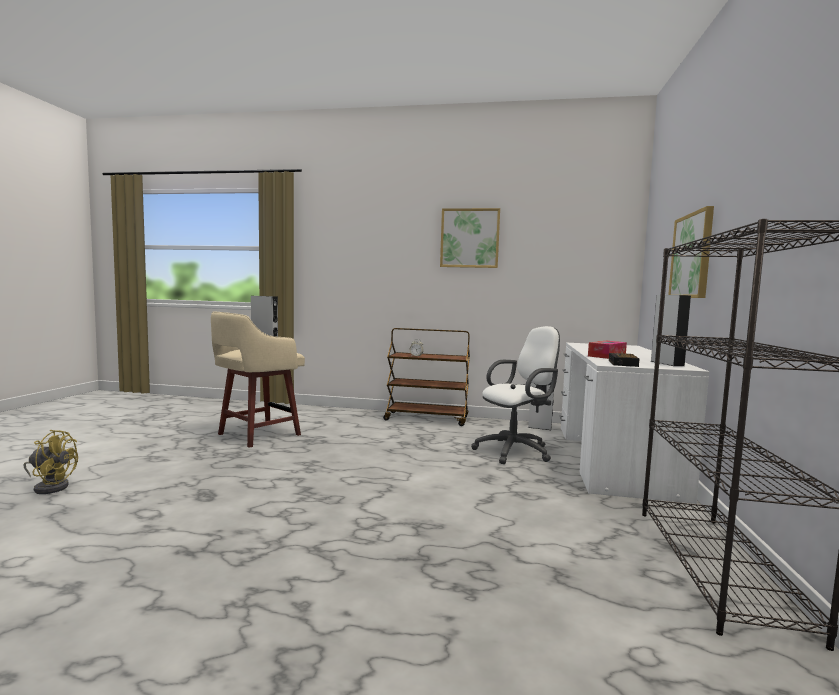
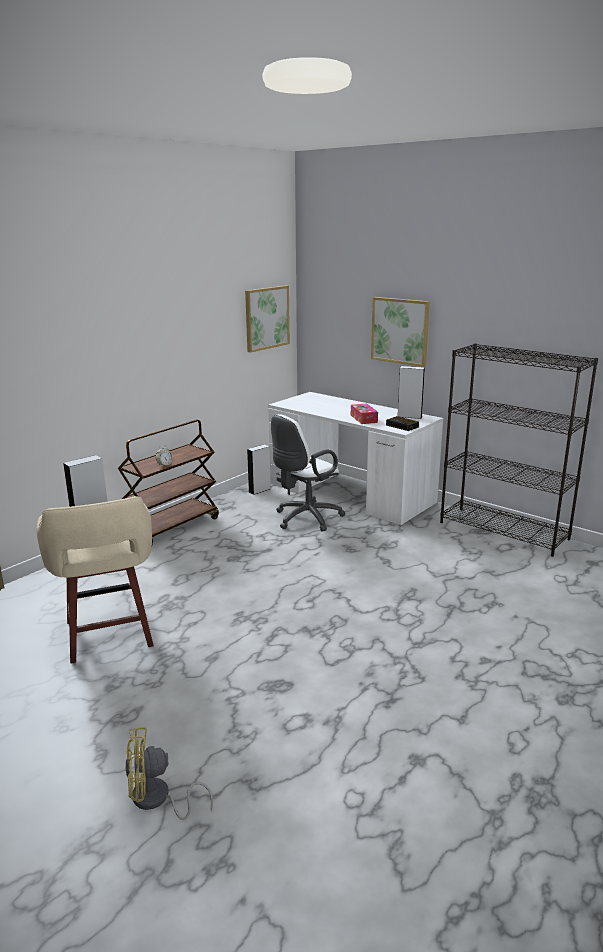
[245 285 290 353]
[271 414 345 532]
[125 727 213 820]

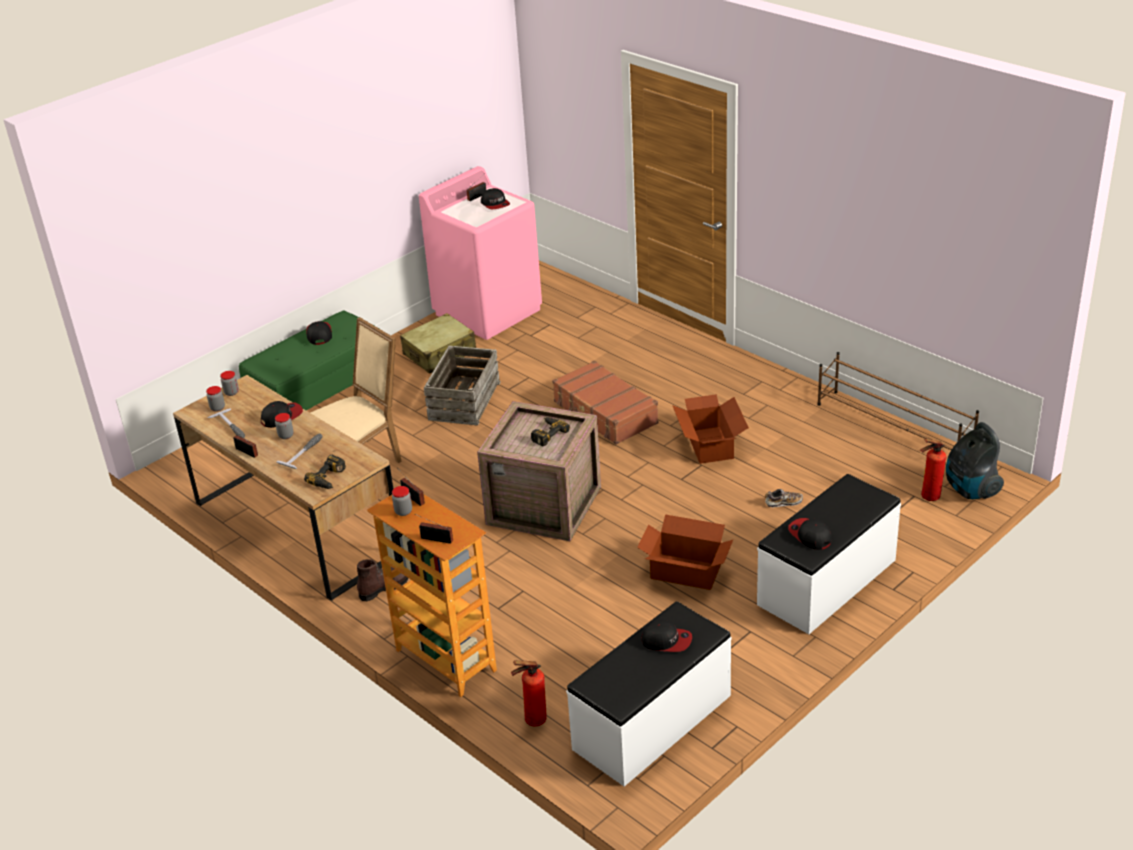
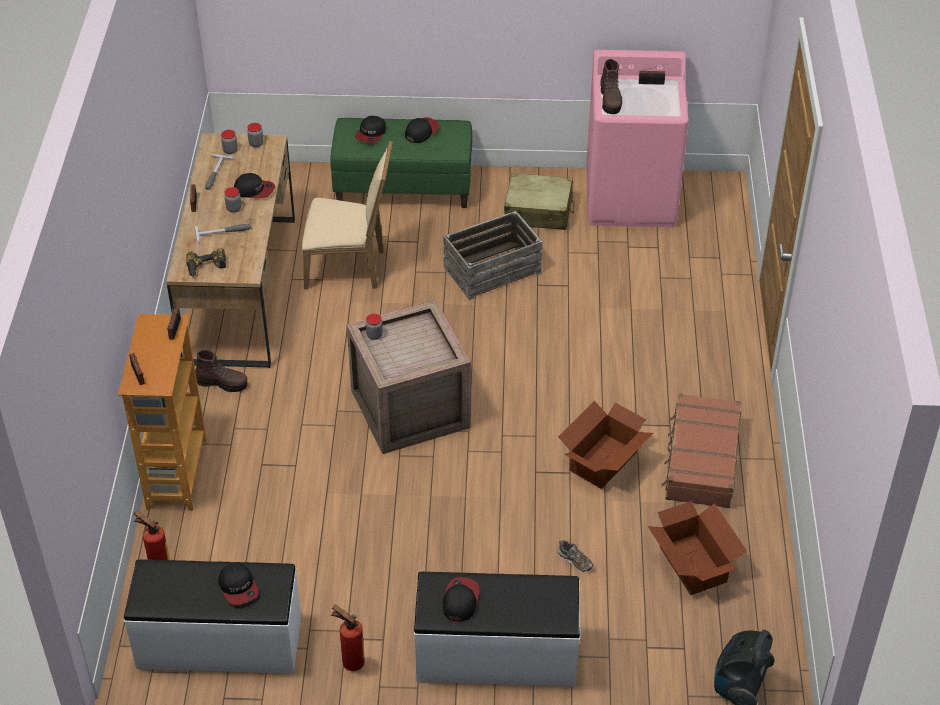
[355 116 386 143]
[817 352 979 450] (first image)
[661 394 741 508]
[531 417 570 446] (first image)
[331 605 365 671]
[366 314 383 340]
[648 501 747 595]
[600 59 622 114]

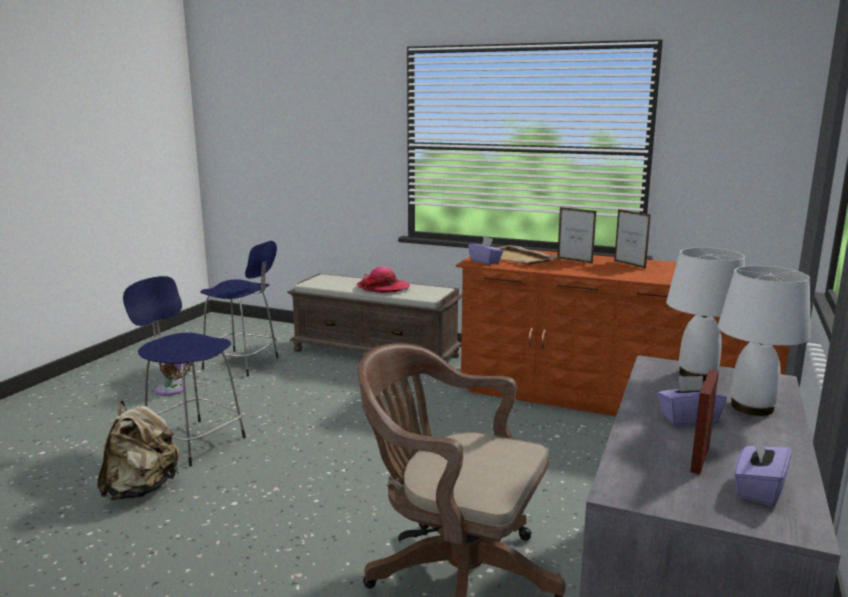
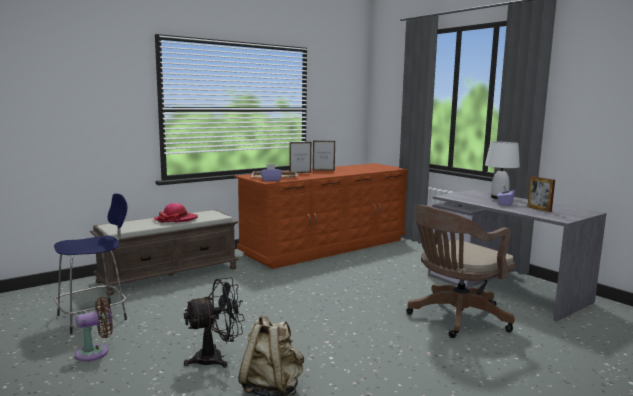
[666 248 745 381] (first image)
[184 277 245 368]
[734 434 792 507] (first image)

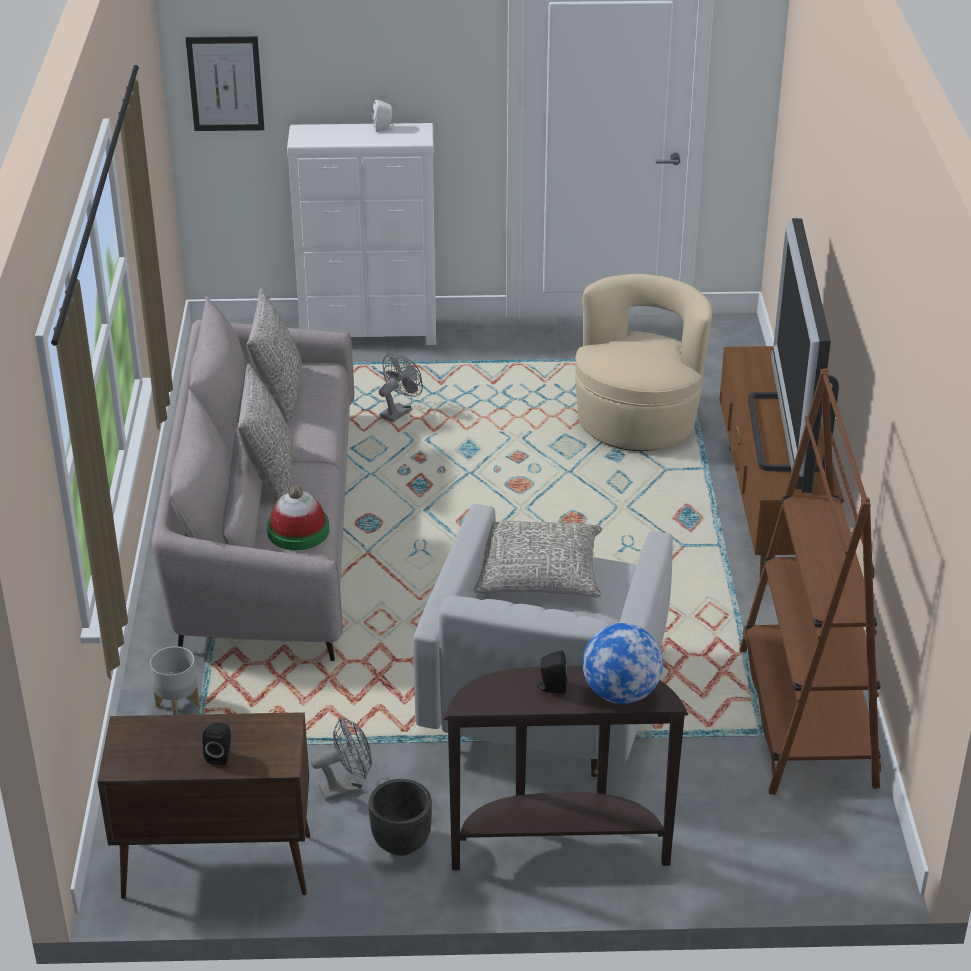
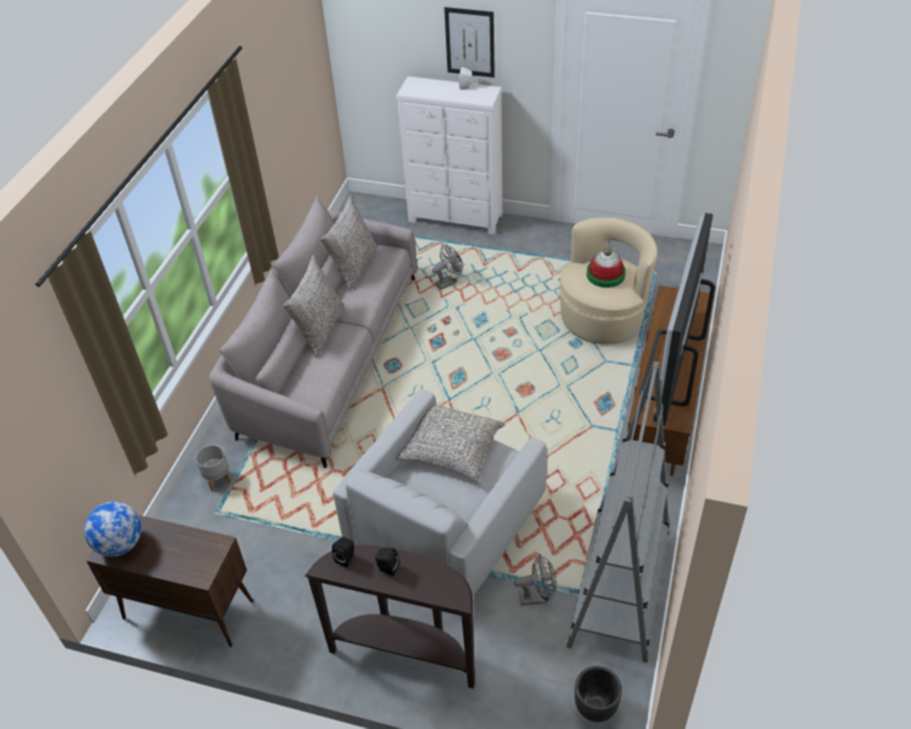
[444 7 495 78]
[566 362 670 663]
[587 247 626 288]
[84 502 141 557]
[514 554 556 606]
[332 537 354 567]
[575 666 622 722]

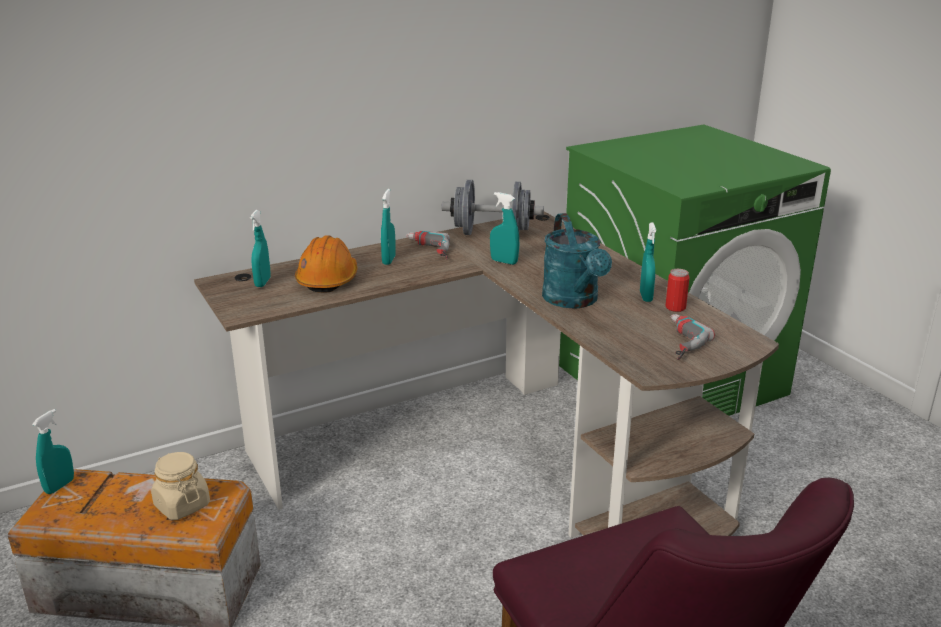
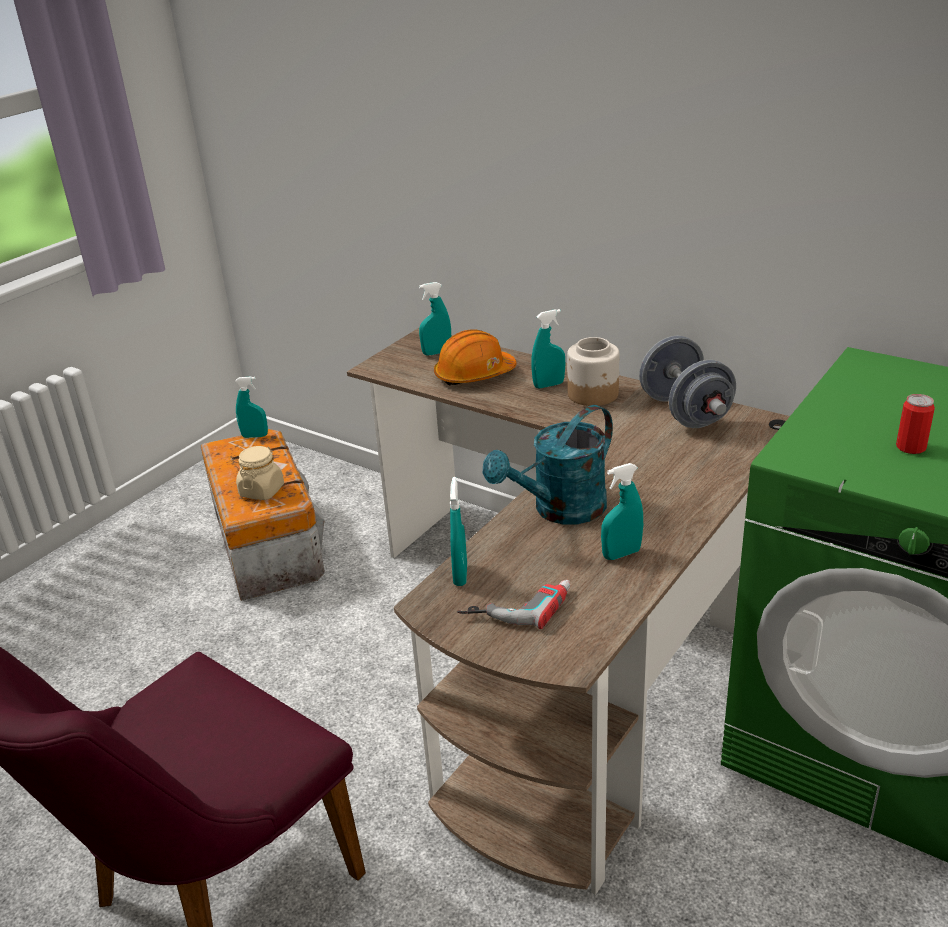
[450 477 467 586]
[567 337 619 406]
[896 394 935 454]

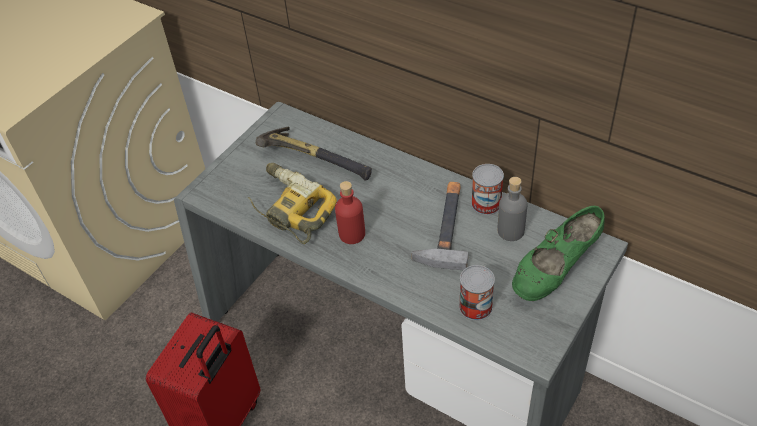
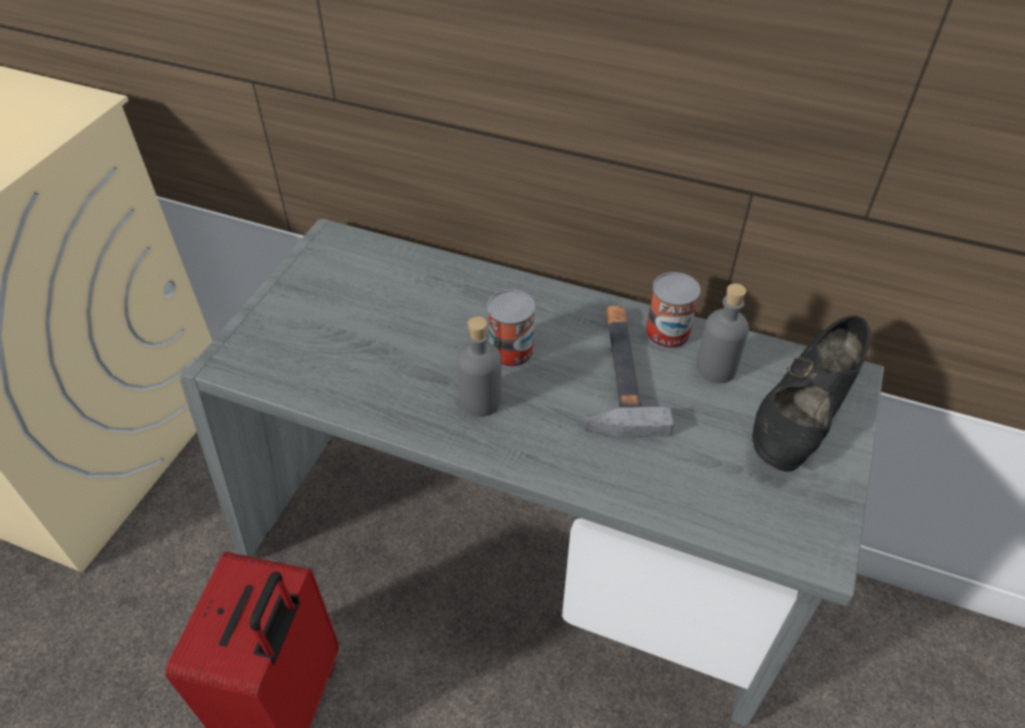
[256 127 372 181] (first image)
[248 163 337 244] (first image)
[457 316 502 417]
[752 315 871 471]
[487 289 535 368]

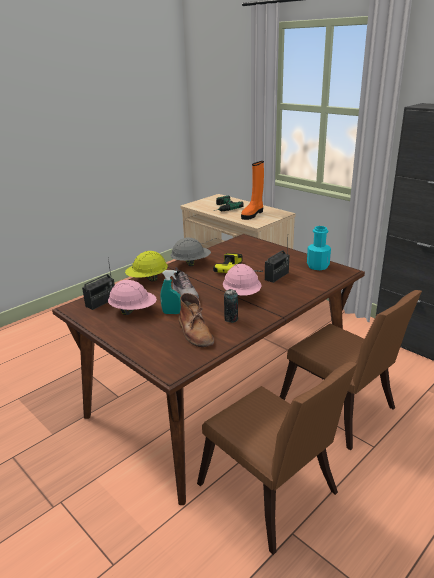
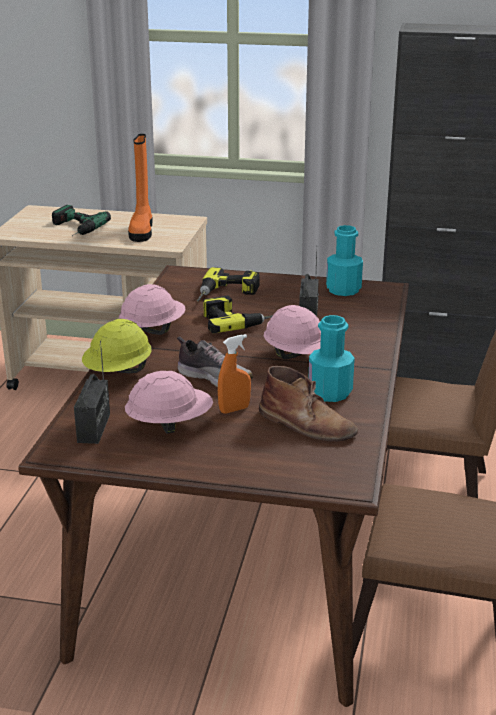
[119 284 186 335]
[218 334 251 413]
[309 315 355 402]
[197 267 260 302]

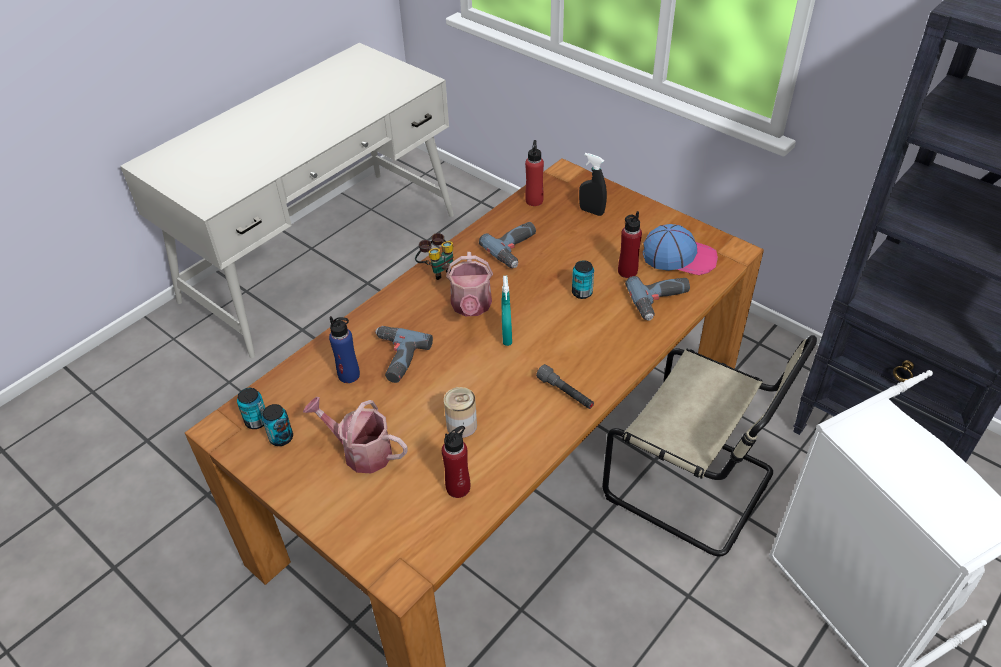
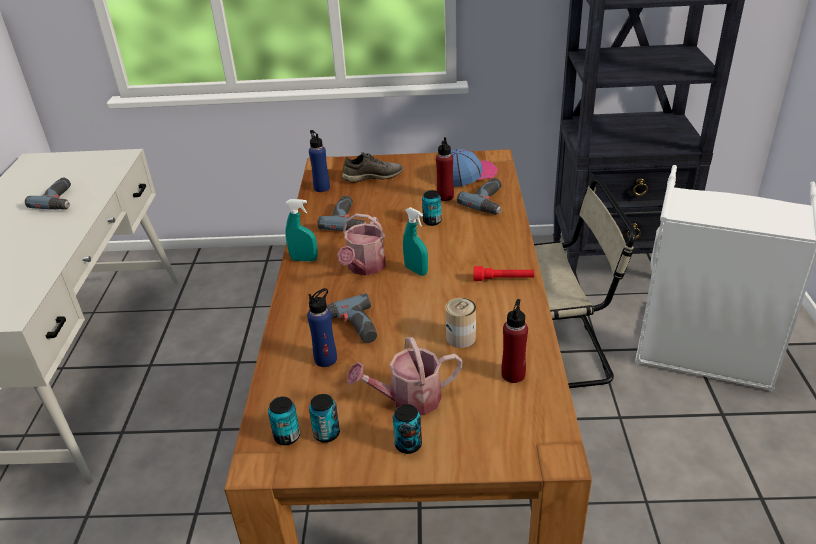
[309 130 330 192]
[342 152 403 183]
[285 199 318 262]
[337 213 386 275]
[474 266 534 281]
[25 178 71 210]
[392 404 422 454]

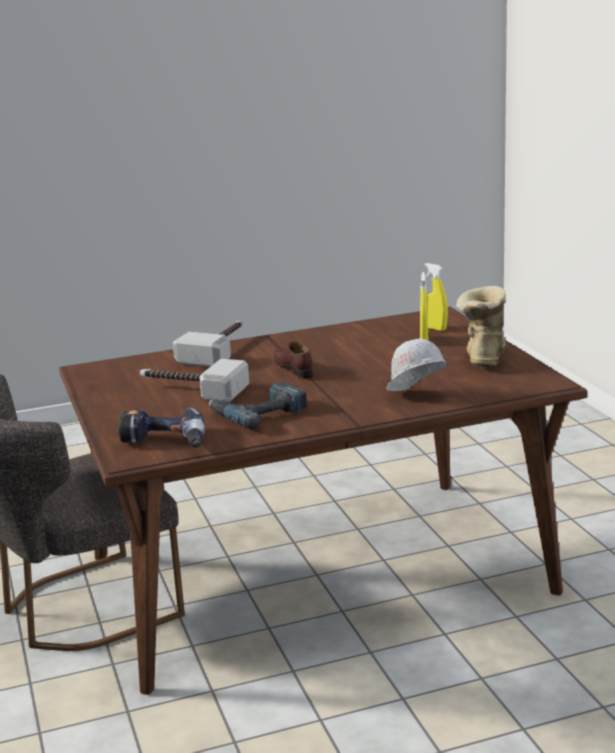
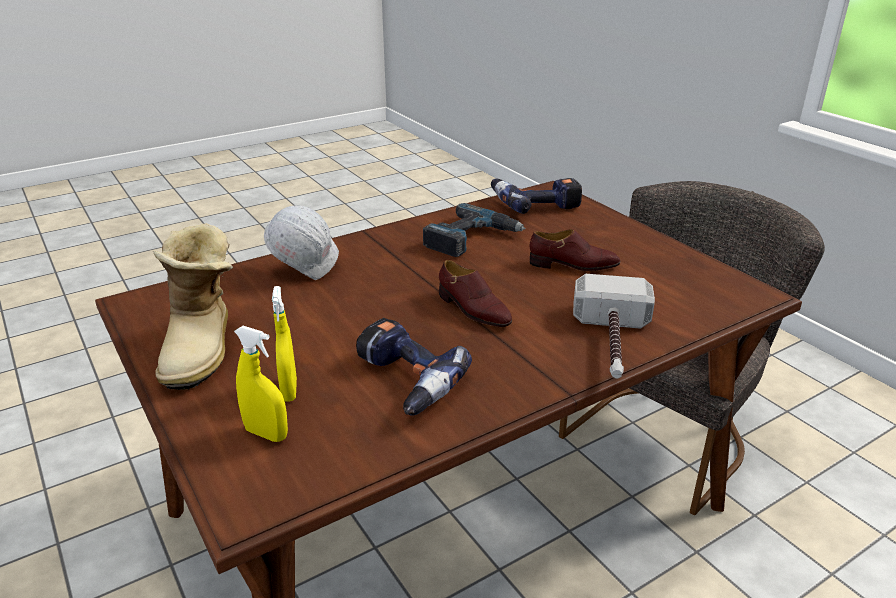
[529 229 621 271]
[356 318 472 416]

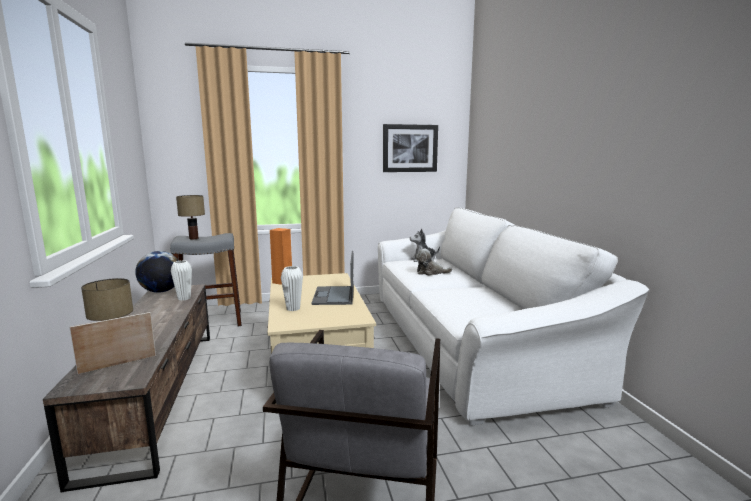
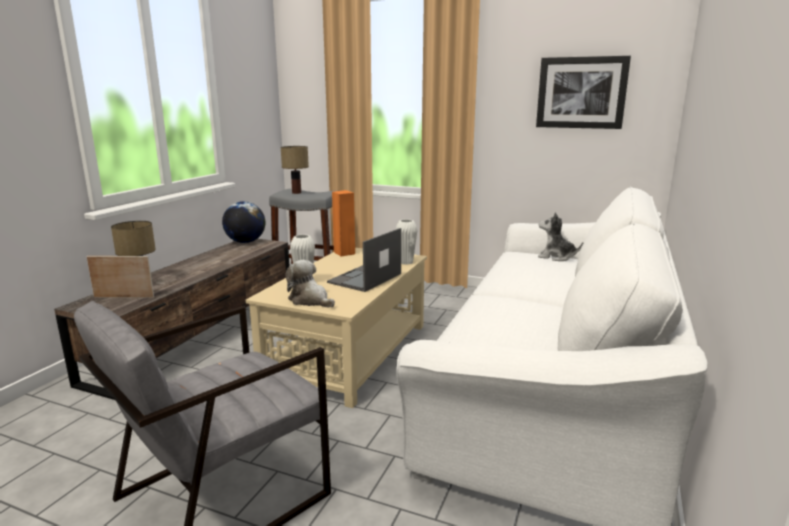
[285 260 335 307]
[396 219 417 265]

